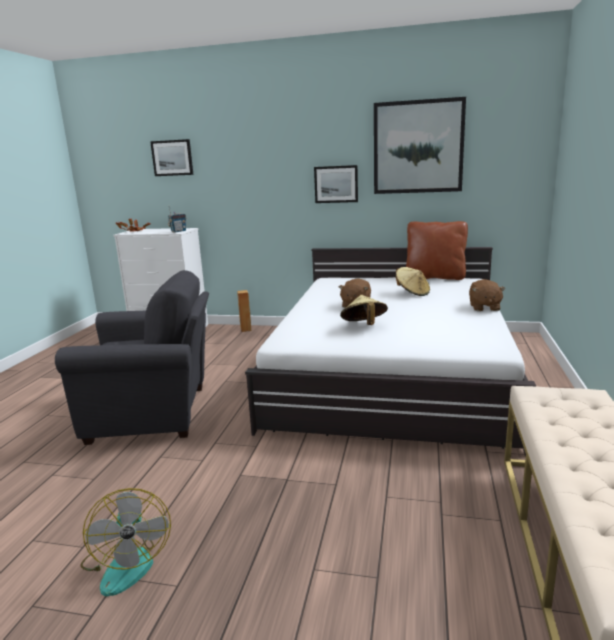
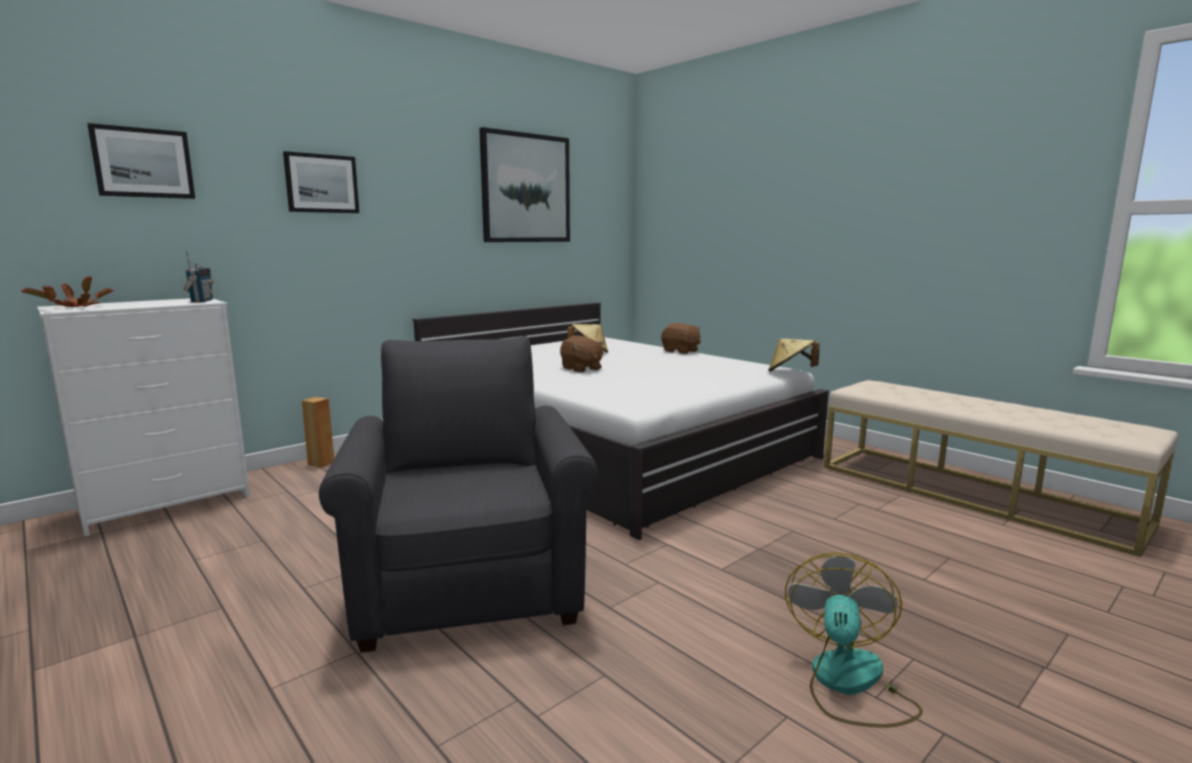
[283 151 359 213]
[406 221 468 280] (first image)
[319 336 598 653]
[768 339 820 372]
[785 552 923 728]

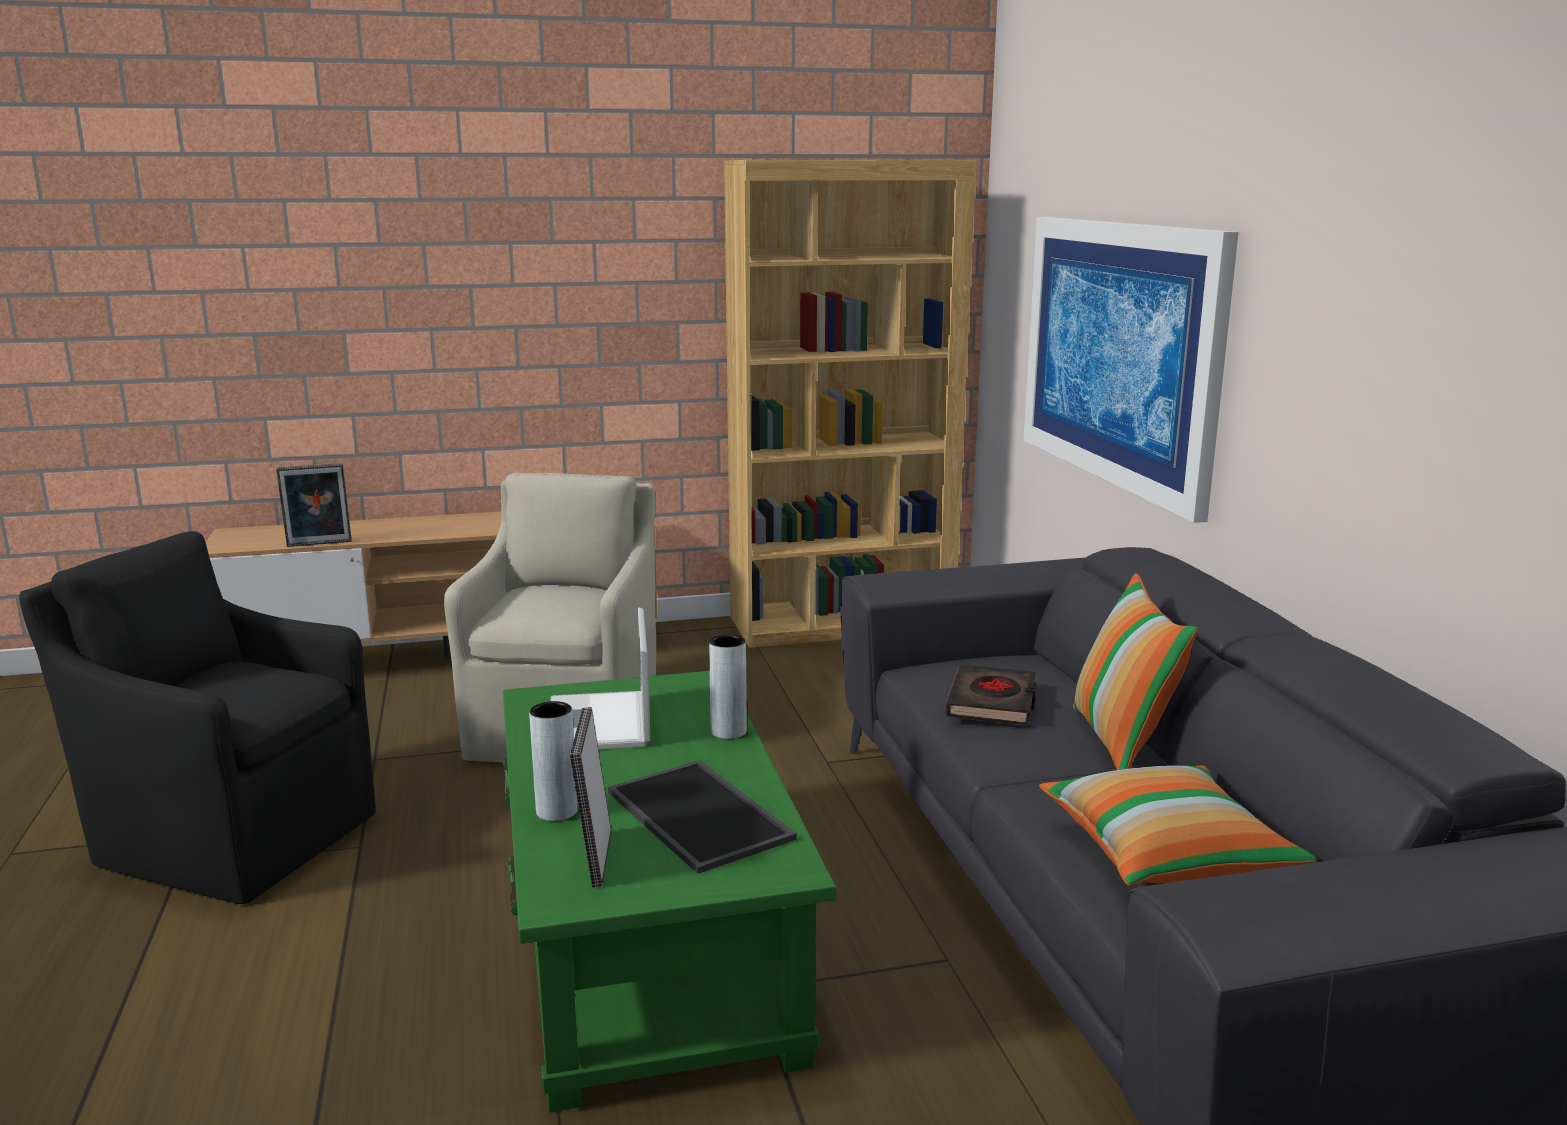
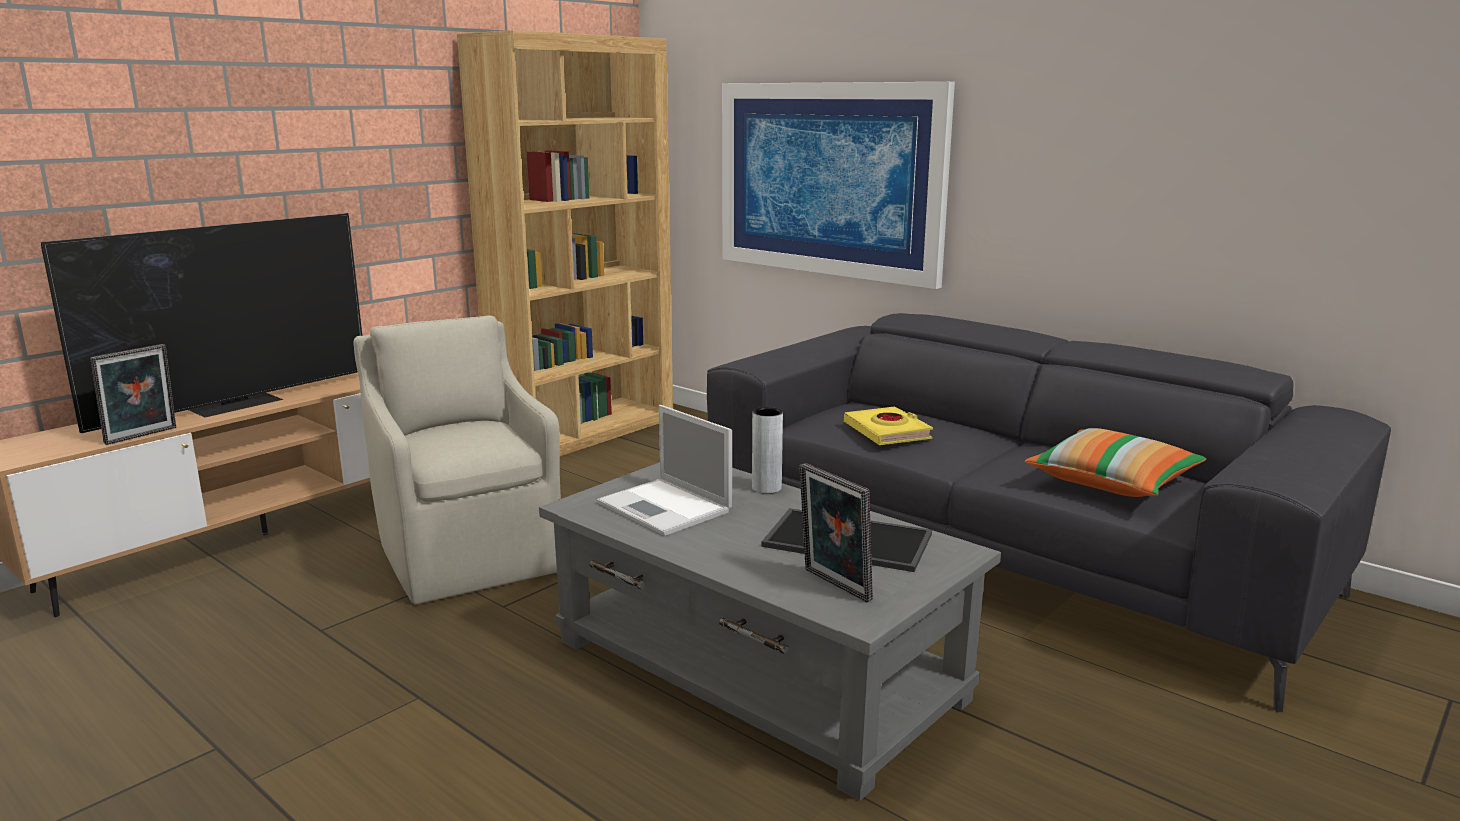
[19 531 376 904] (first image)
[1073 573 1197 770] (first image)
[844 407 933 445]
[539 462 1001 801]
[529 701 578 821] (first image)
[41 213 362 433]

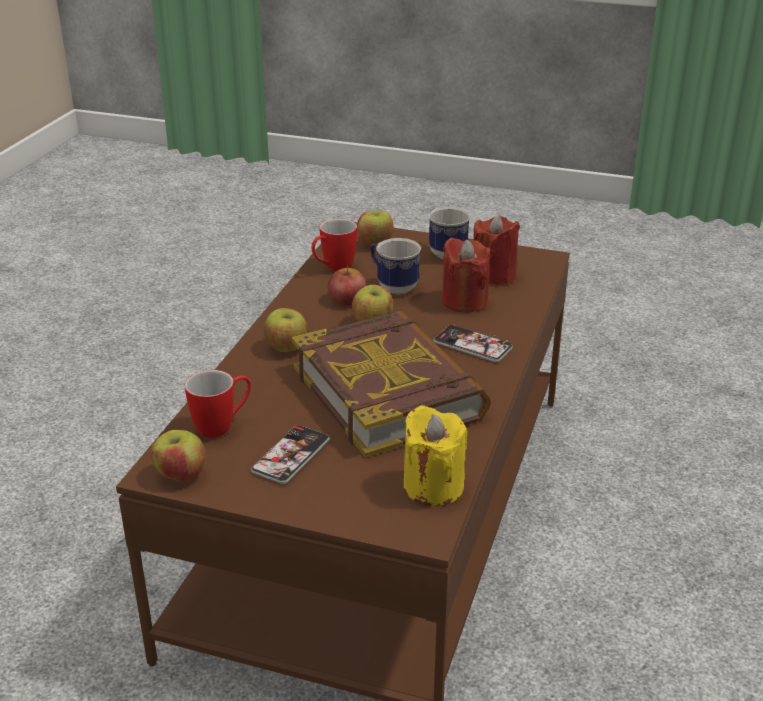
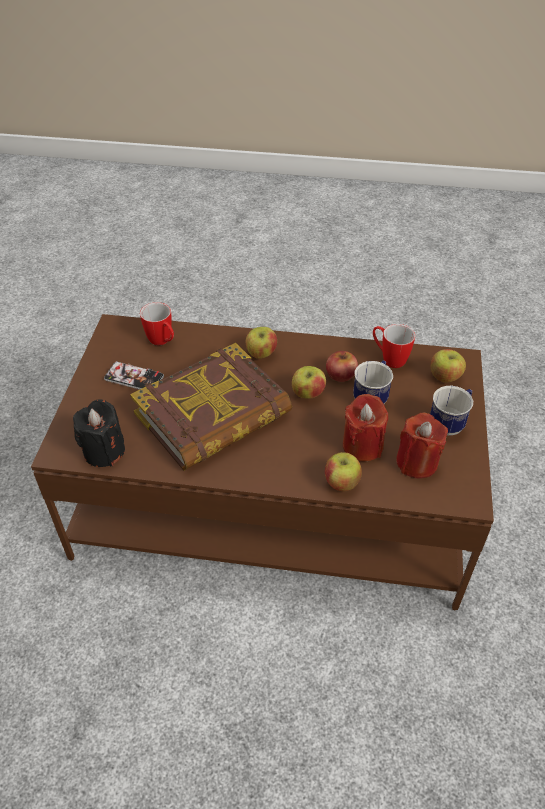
[433 325 513 362] (first image)
[73 400 125 467]
[325 452 362 491]

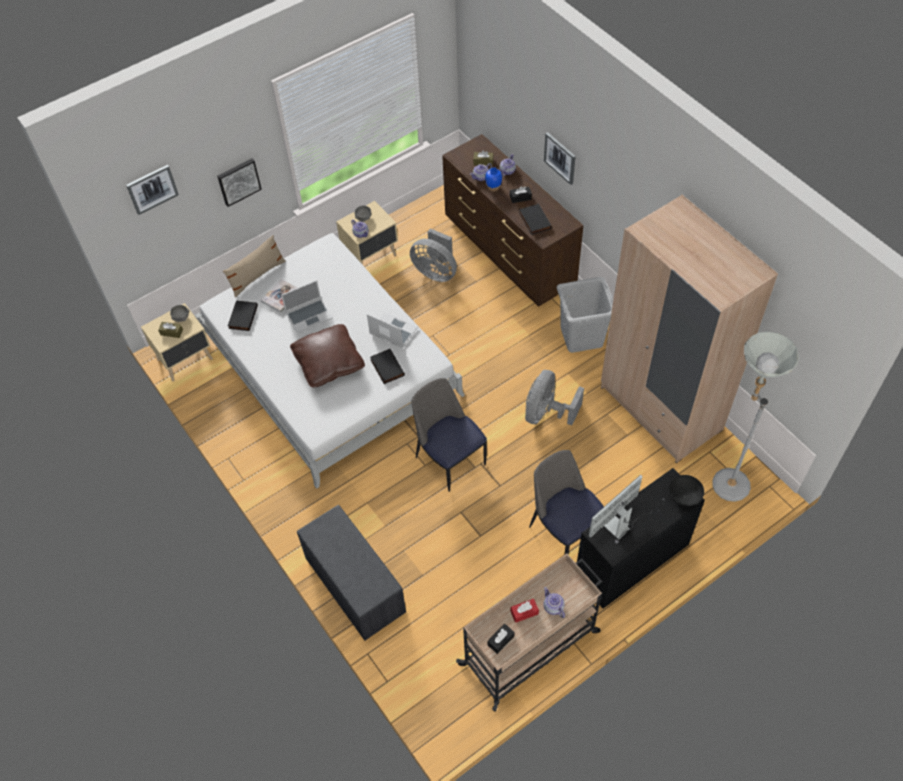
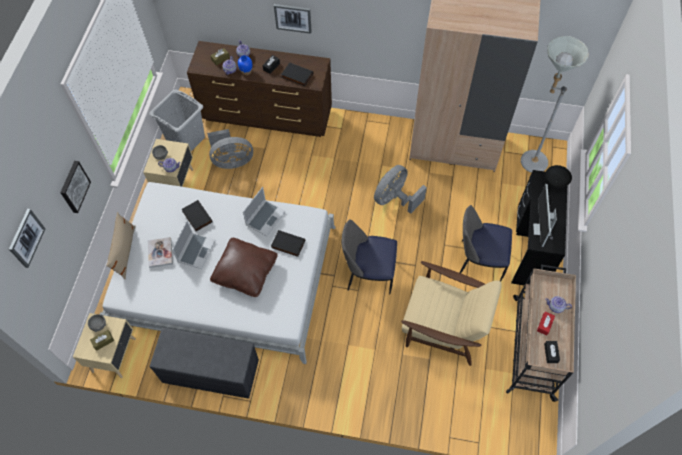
[149 90 205 151]
[182 200 213 231]
[243 187 286 236]
[374 165 427 214]
[150 328 259 399]
[401 261 502 366]

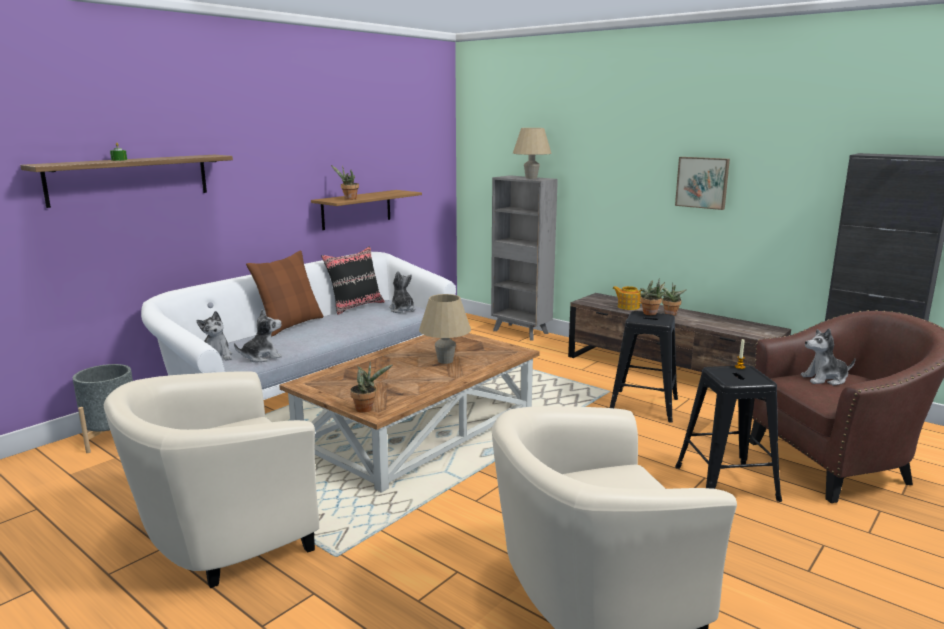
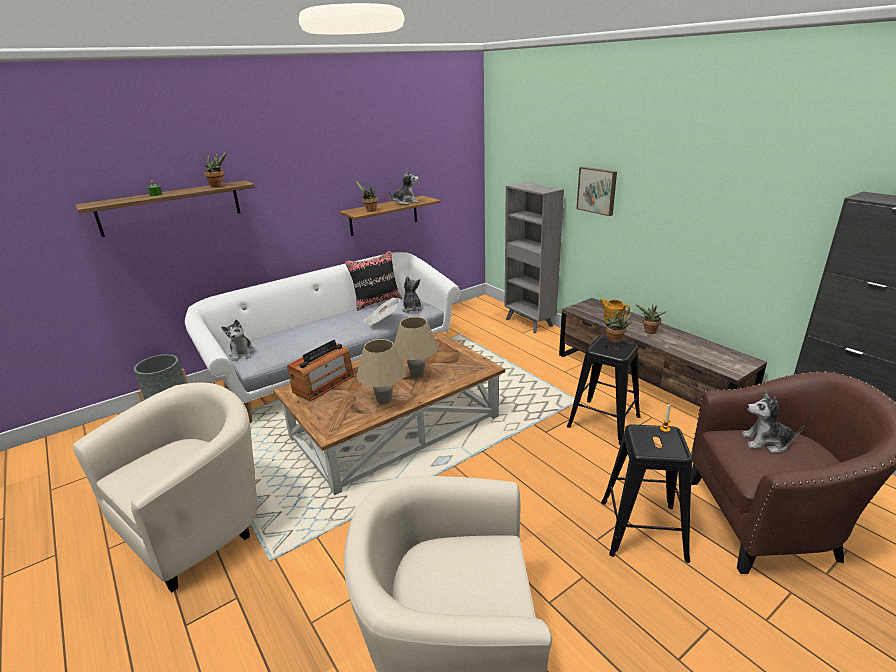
[357 339 407 404]
[576 167 617 216]
[246 250 323 336] (first image)
[388 169 419 205]
[204 151 227 188]
[73 383 257 593]
[363 298 401 326]
[287 340 354 401]

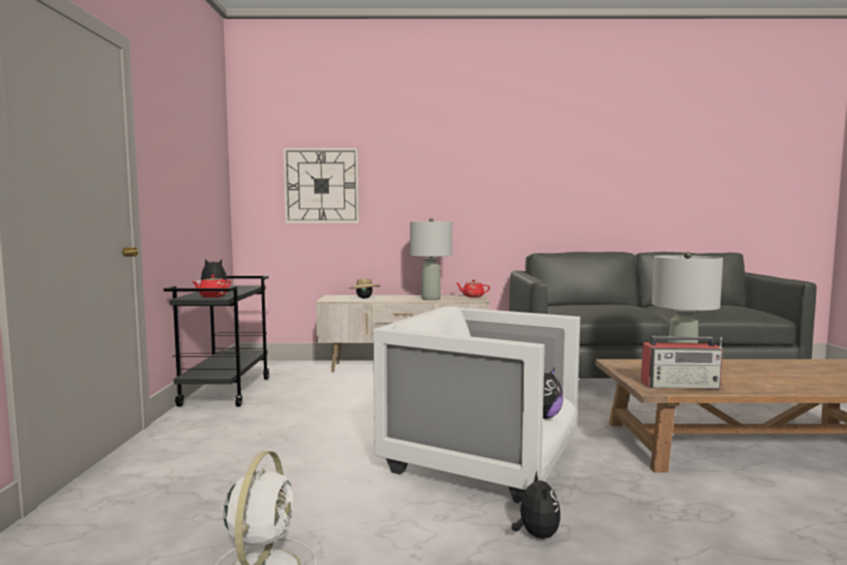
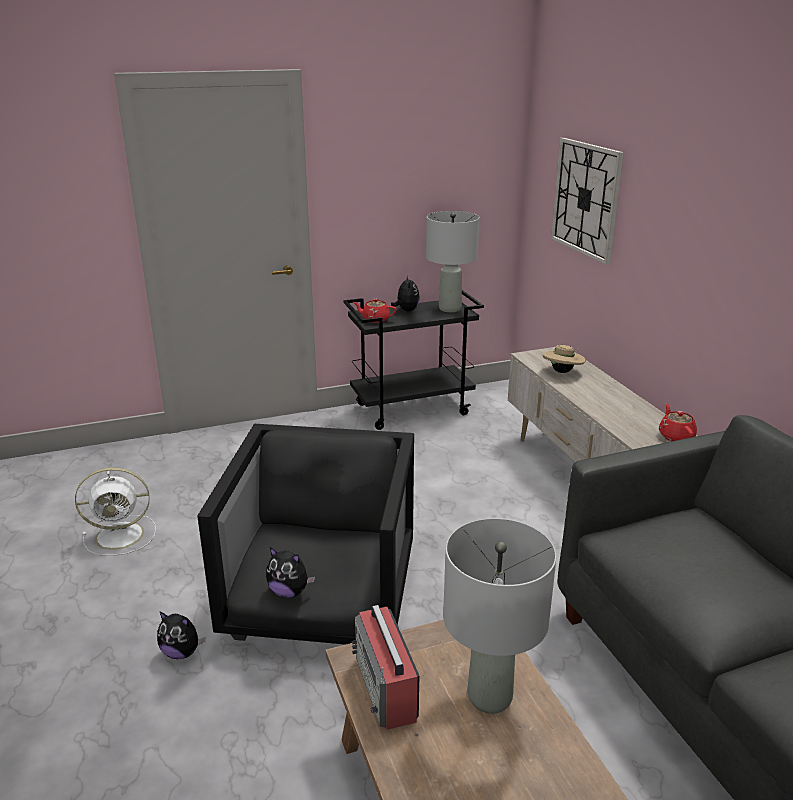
[426 211 479 312]
[197 424 414 645]
[157 611 206 659]

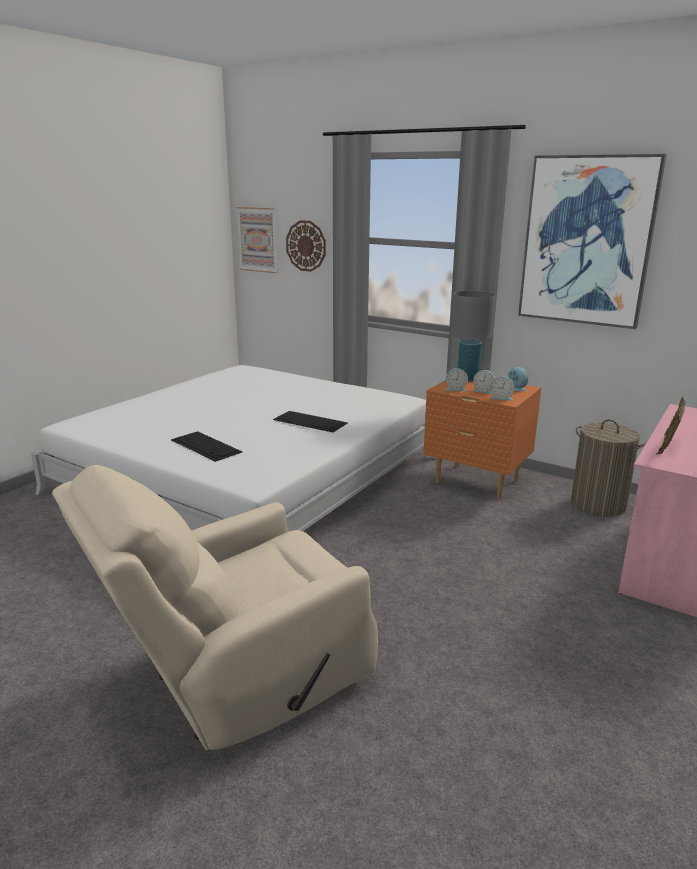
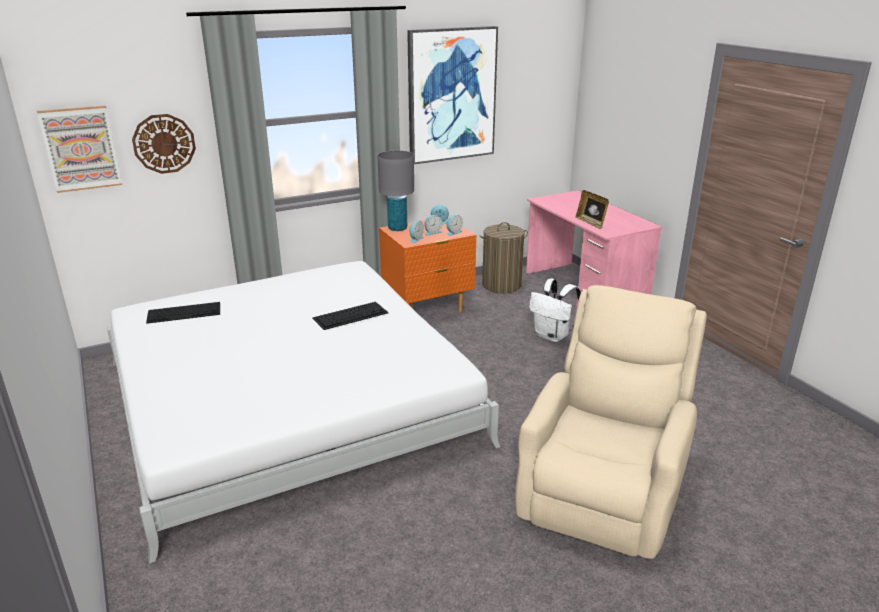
[146 302 220 324]
[515 285 707 559]
[529 279 581 342]

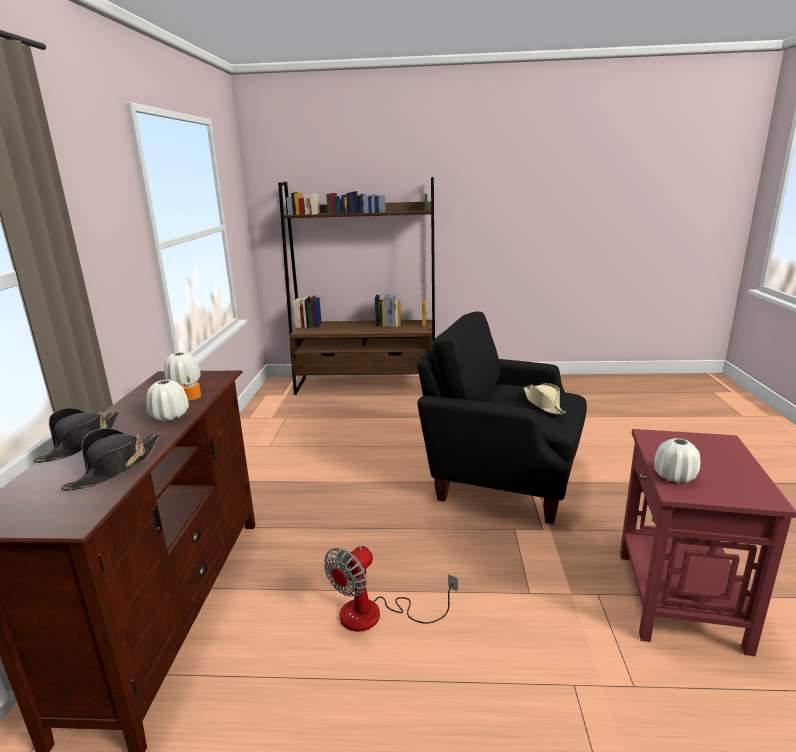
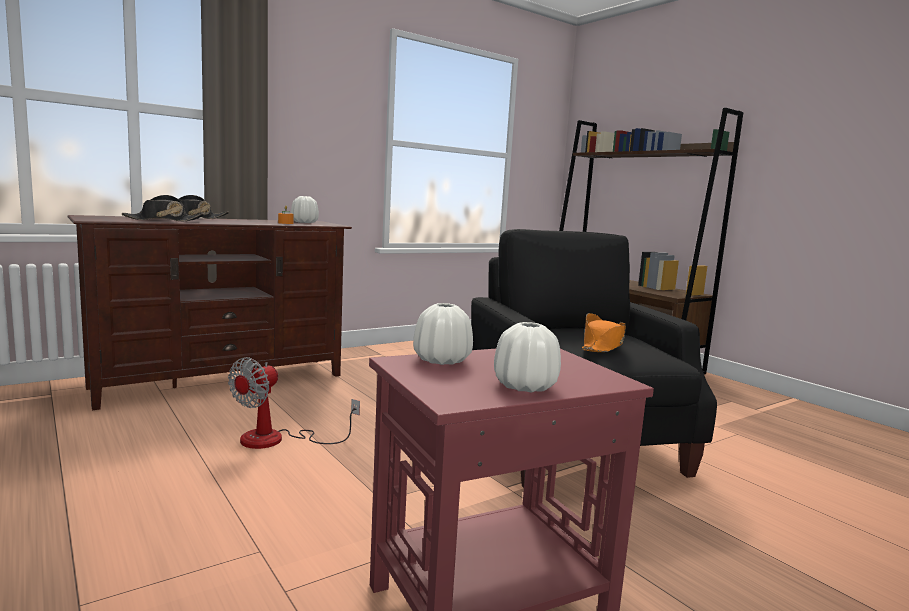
[494 322 561 392]
[582 313 626 352]
[228 357 360 449]

